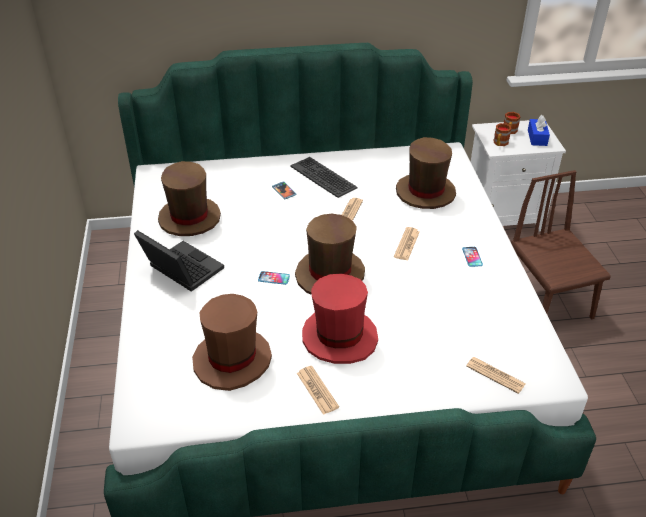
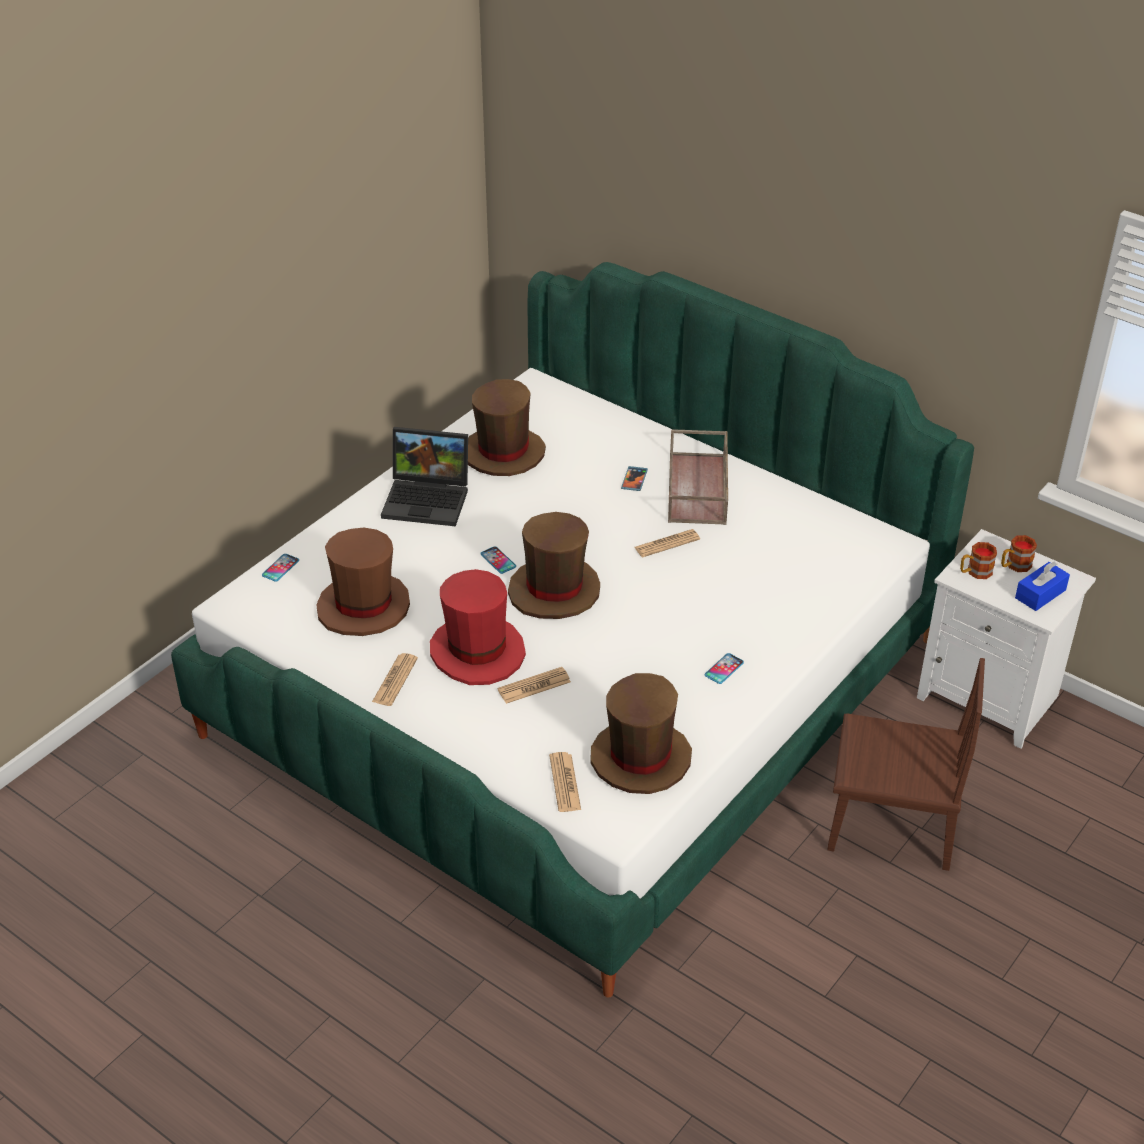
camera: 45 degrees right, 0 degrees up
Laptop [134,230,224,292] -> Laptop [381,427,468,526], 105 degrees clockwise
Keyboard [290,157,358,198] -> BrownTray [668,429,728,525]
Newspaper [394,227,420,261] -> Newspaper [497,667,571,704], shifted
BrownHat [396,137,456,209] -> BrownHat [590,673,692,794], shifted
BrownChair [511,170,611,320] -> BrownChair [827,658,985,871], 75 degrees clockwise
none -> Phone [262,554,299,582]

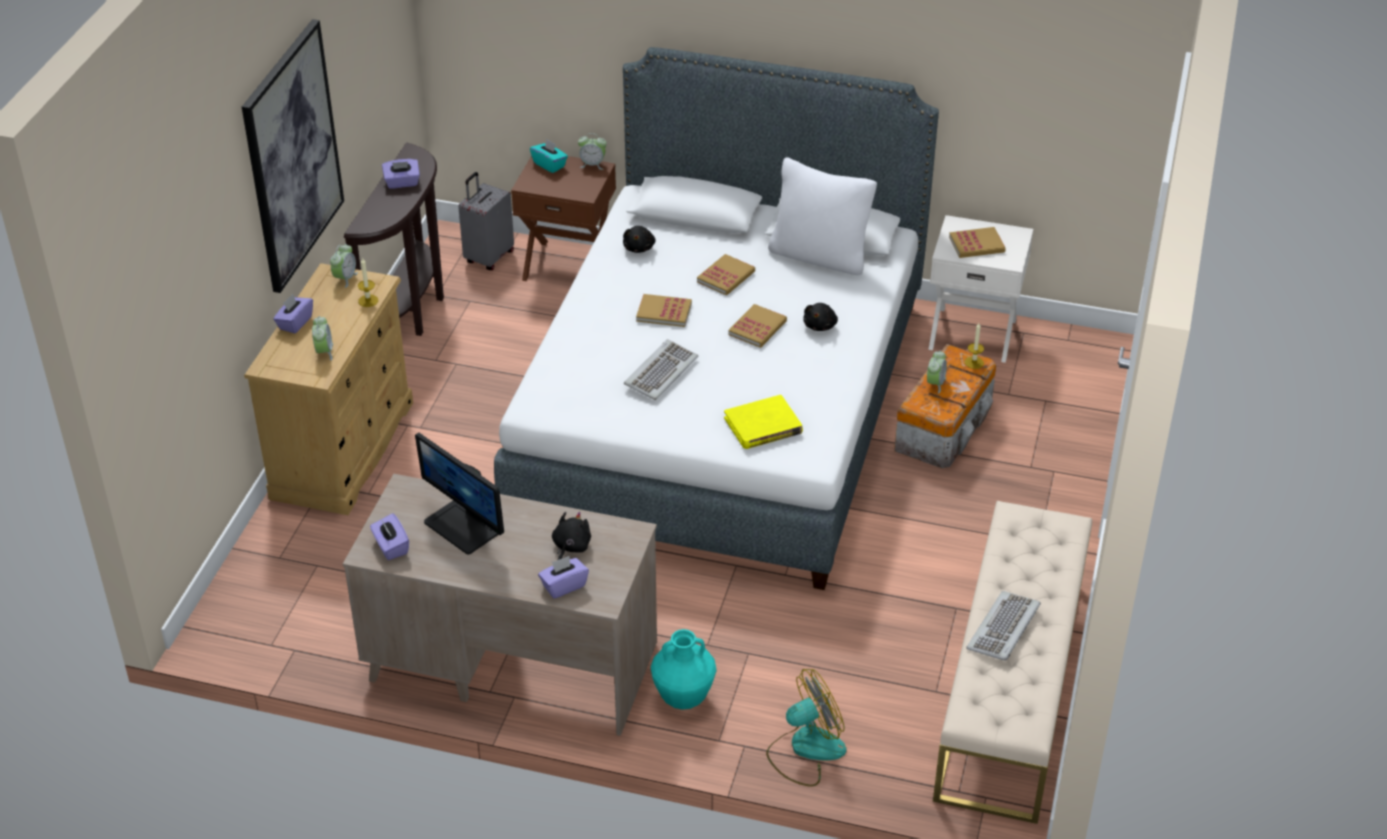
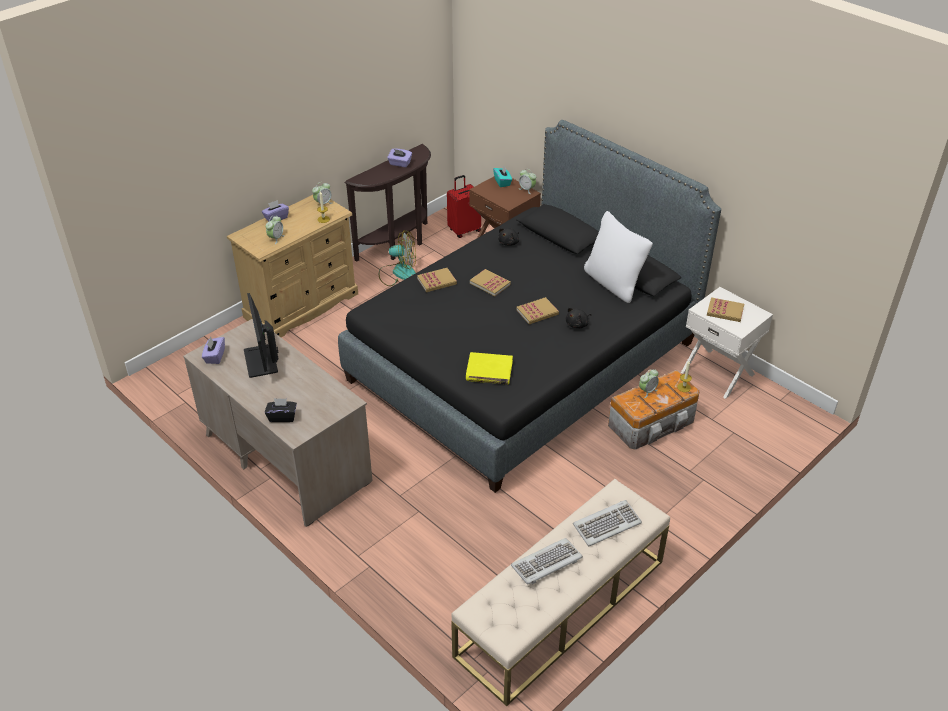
camera: 30 degrees right, 0 degrees up
Picture [242,19,344,293] -> none
GreySuitcase [458,172,514,270] -> RedSuitcase [447,175,481,238]
WhiteBed [494,47,939,590] -> BlackBed [338,120,721,493]
PurpleTissueBox [538,556,589,599] -> BlackTissueBox [265,398,297,422]
BlackPlushToy [552,512,591,560] -> none
Keyboard [624,339,698,400] -> Keyboard [573,500,642,546], shifted
TurquoiseVase [651,629,716,710] -> none
Book [697,254,755,295] -> Book [417,268,457,292], shifted
Fan [766,669,847,787] -> Fan [379,230,416,286], shifted

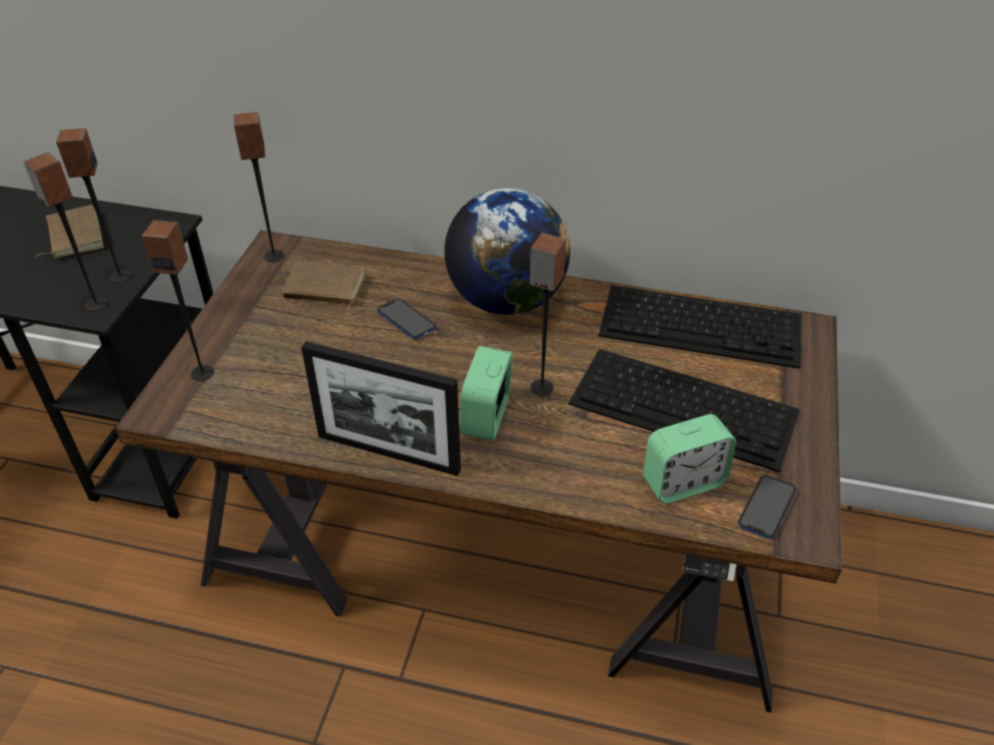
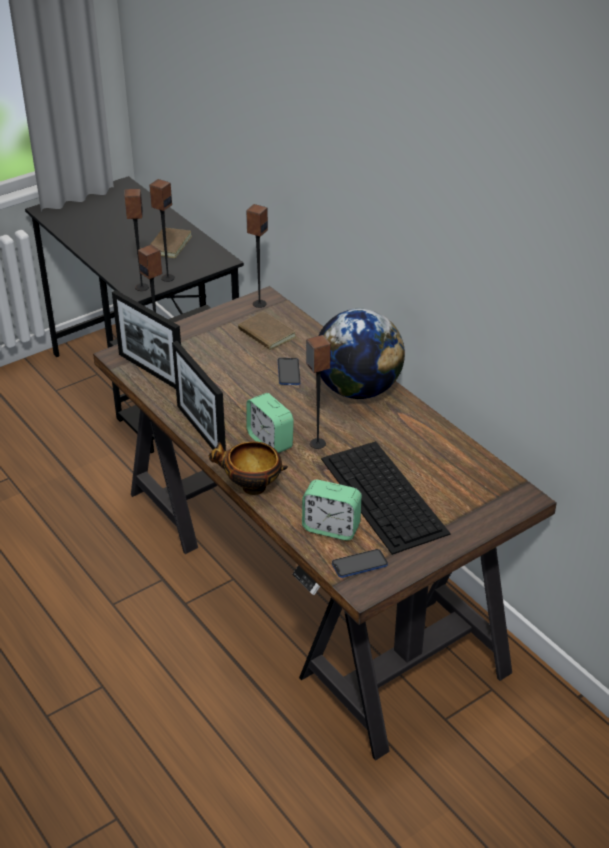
camera: 40 degrees right, 5 degrees down
AlarmClock [460,346,512,440] -> AlarmClock [246,393,294,453], 90 degrees counterclockwise
Keyboard [599,285,802,369] -> none
none -> PictureFrame [112,290,181,389]
none -> Bowl [208,441,288,495]

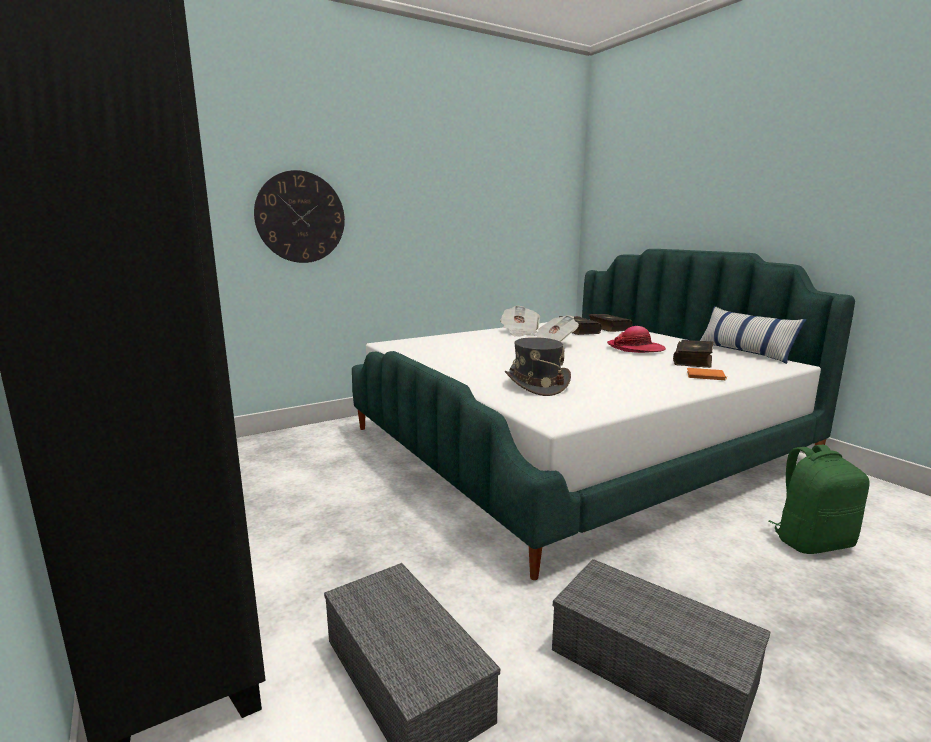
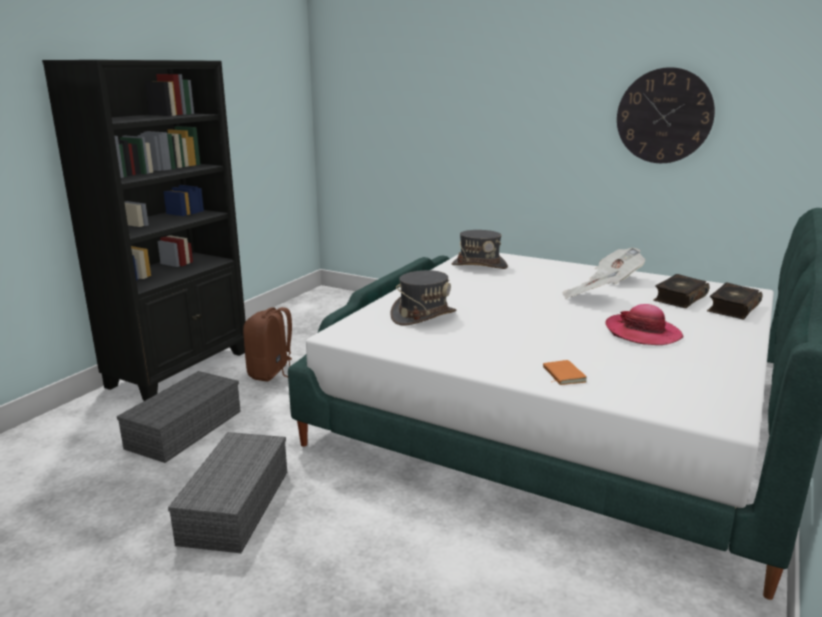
camera: 60 degrees right, 5 degrees up
WallClock [254,170,345,263] -> WallClock [617,67,715,163], shifted
Book [673,340,713,368] -> none
Pillow [699,306,806,364] -> none
GreenBackpack [768,445,870,554] -> none
none -> BrownBackpack [243,307,292,381]
none -> GreyHat [452,230,508,269]

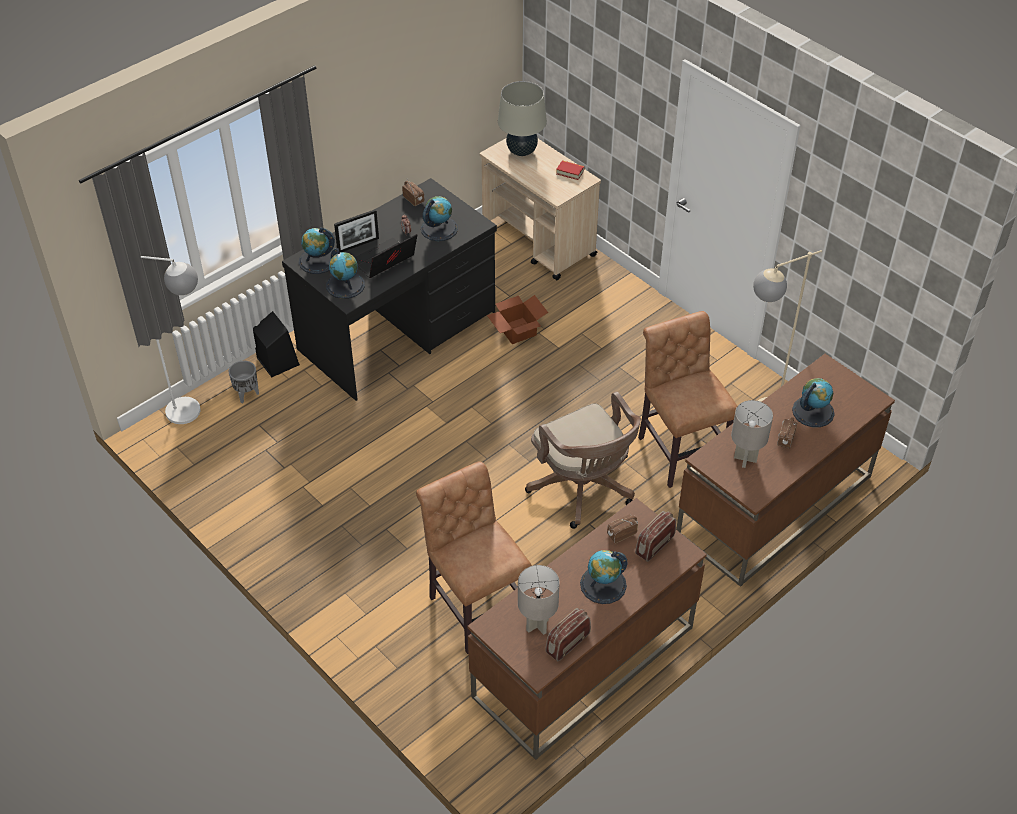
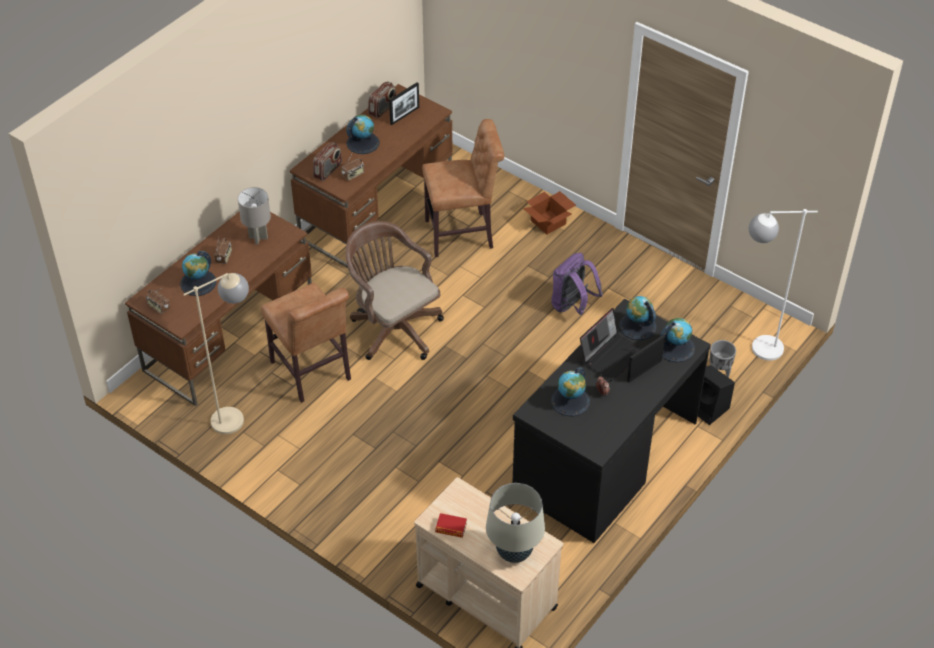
camera: 170 degrees right, 0 degrees up
Radio [402,179,425,206] -> Radio [146,289,170,314], shifted
BrownChair [416,461,532,654] -> BrownChair [422,119,504,257], 60 degrees counterclockwise
CardboardBox [487,295,548,344] -> CardboardBox [523,191,576,234], shifted
GreyTableLamp [518,565,560,635] -> PictureFrame [389,82,419,125]
none -> PurpleBackpack [551,253,603,315]

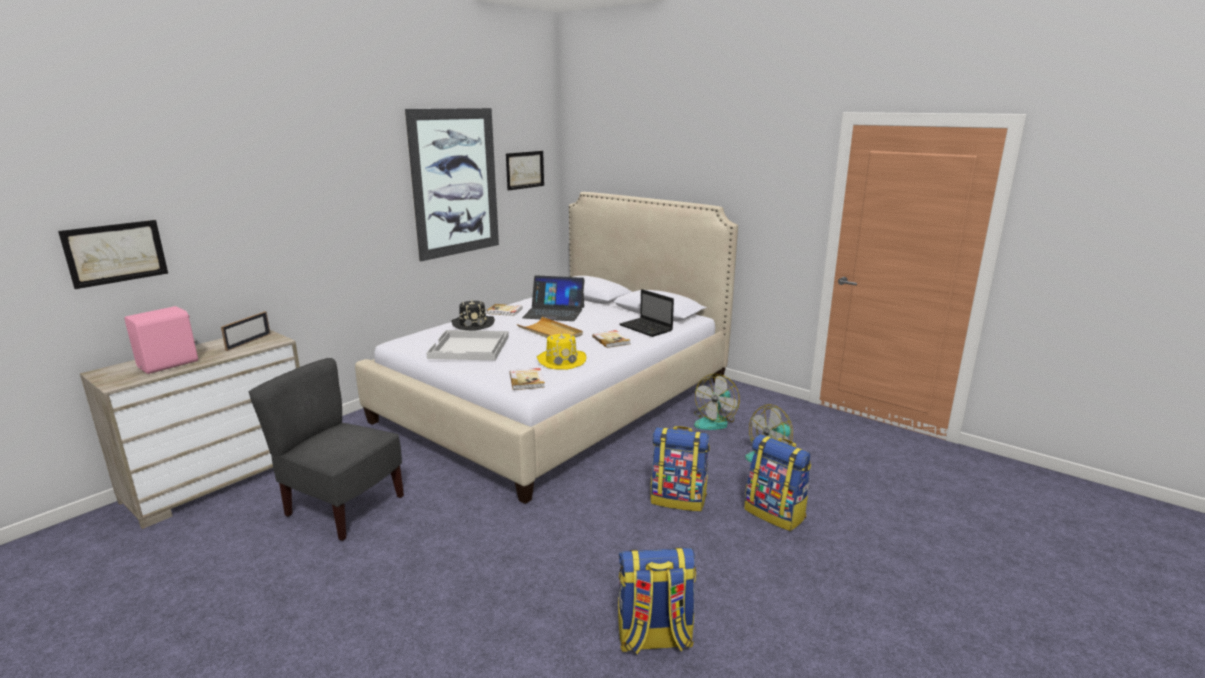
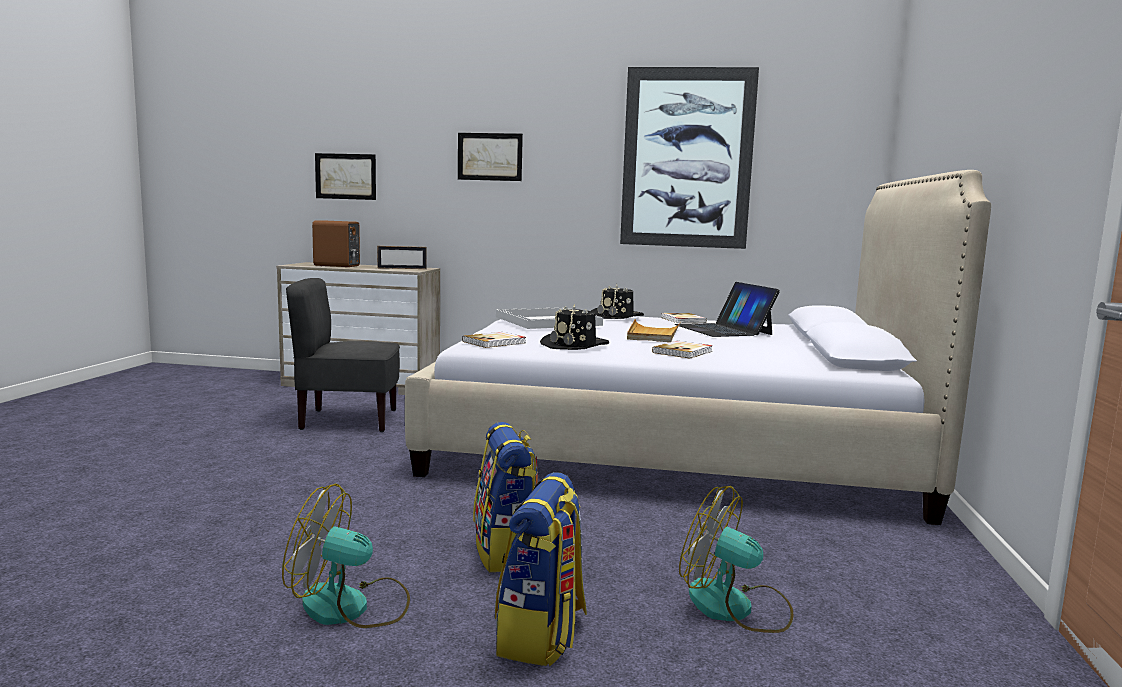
camera: 60 degrees right, 10 degrees down
PinkSpeaker [124,306,198,374] -> BrownSpeaker [312,221,360,267]
GreyChair [249,358,404,541] -> GreyChair [286,278,400,432], 90 degrees counterclockwise
Picture [506,151,544,191] -> Picture [458,133,523,181], shifted
YellowHat [537,333,586,370] -> BlackHat [540,304,609,350]
Backpack [618,547,696,654] -> none
Laptop [619,289,674,337] -> none
Fan [694,374,740,430] -> Fan [282,483,410,628], shifted

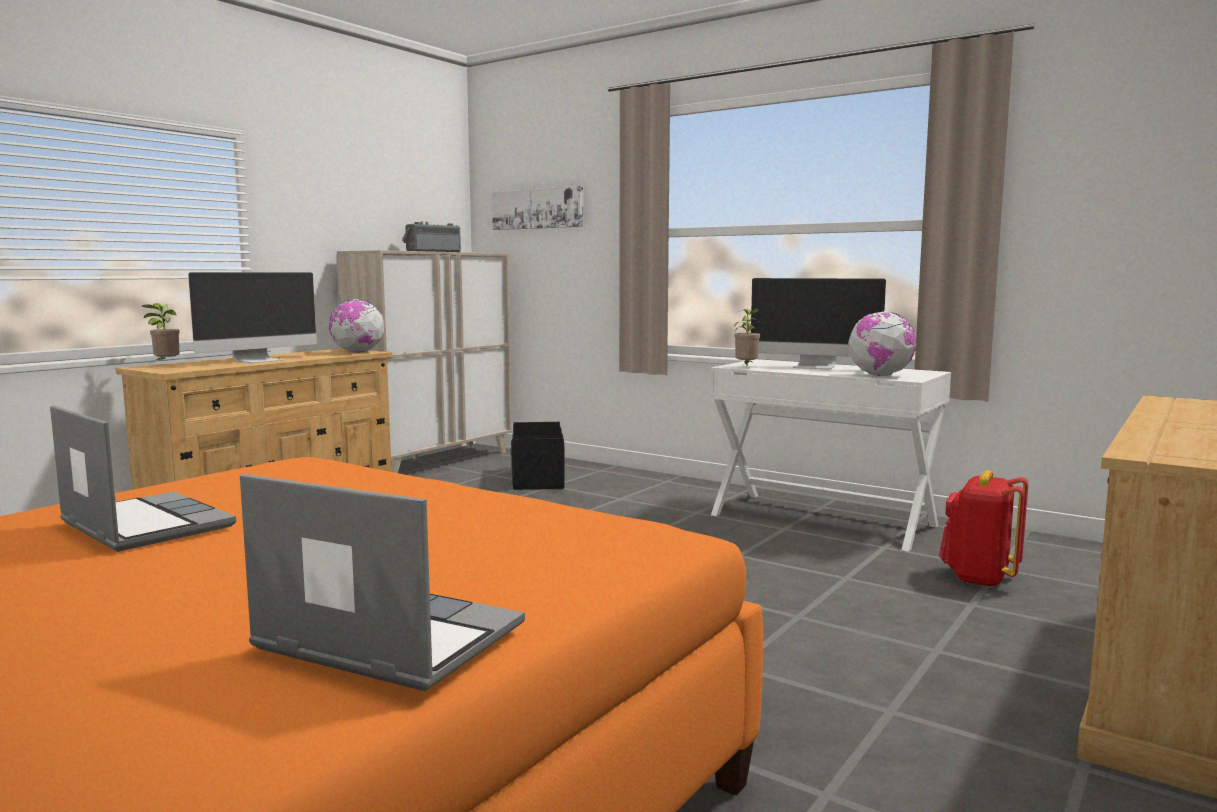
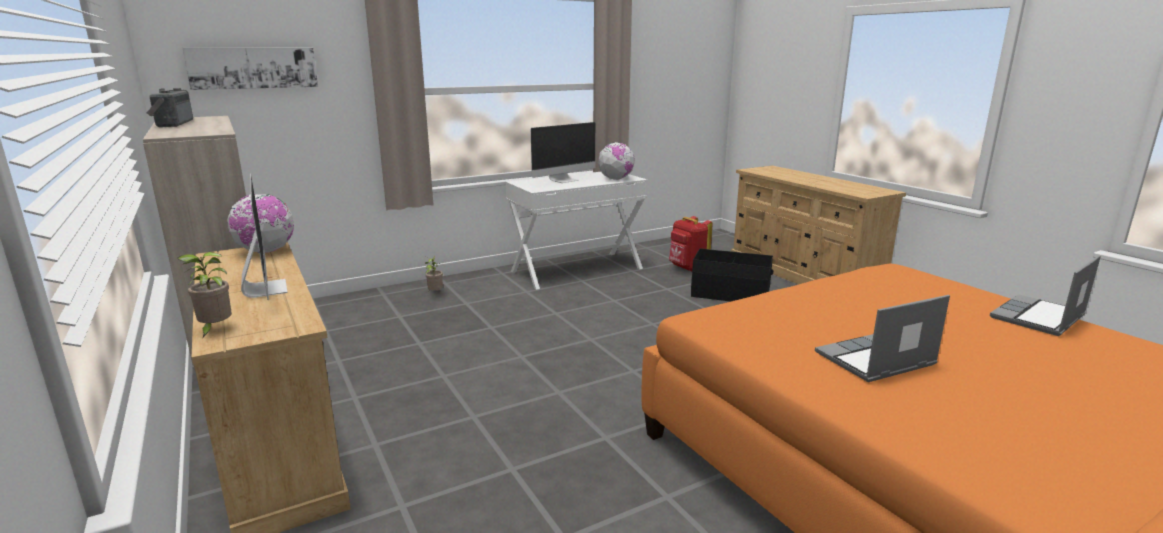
camera: 65 degrees left, 10 degrees up
BlackStorageBox [510,422,565,490] -> BlackStorageBox [691,248,773,302], shifted
PottedPlant [734,308,760,366] -> PottedPlant [425,255,443,291], shifted

